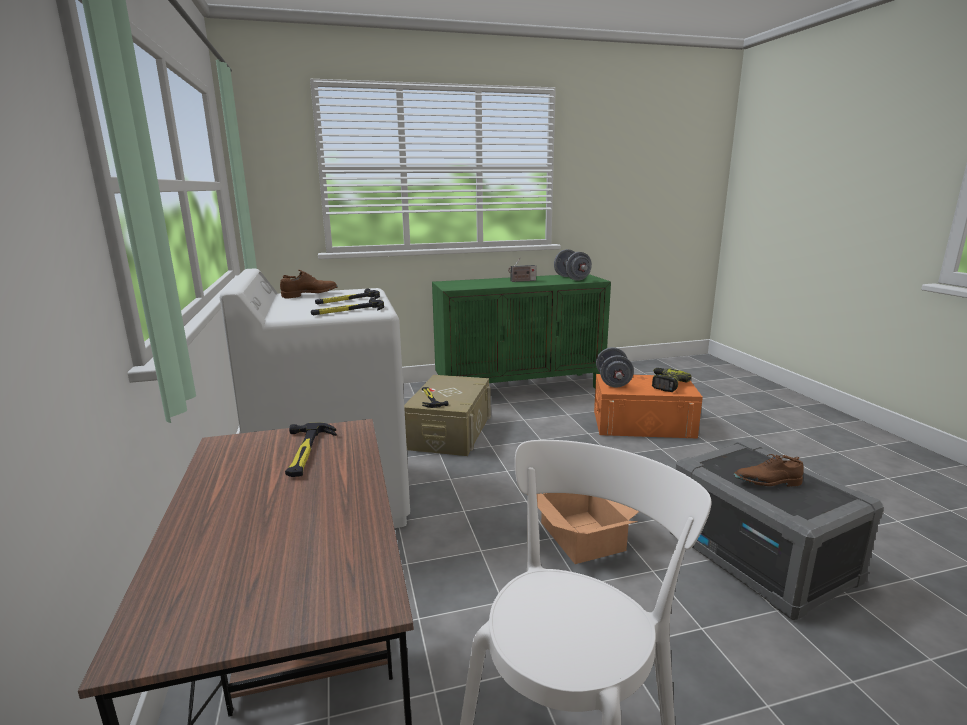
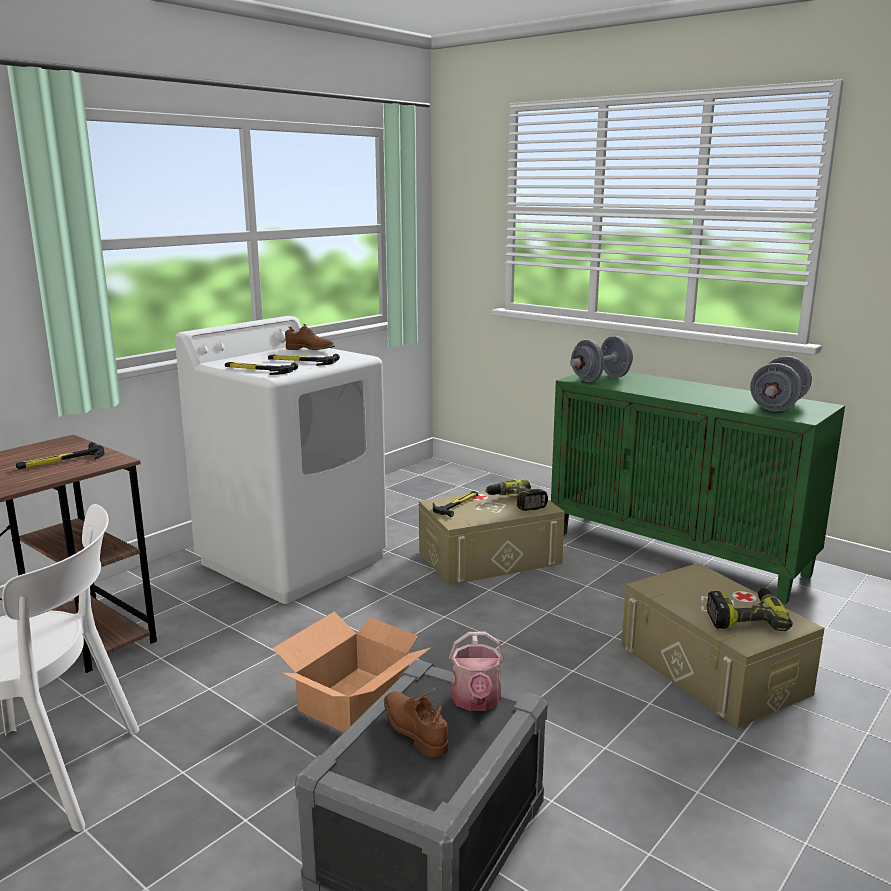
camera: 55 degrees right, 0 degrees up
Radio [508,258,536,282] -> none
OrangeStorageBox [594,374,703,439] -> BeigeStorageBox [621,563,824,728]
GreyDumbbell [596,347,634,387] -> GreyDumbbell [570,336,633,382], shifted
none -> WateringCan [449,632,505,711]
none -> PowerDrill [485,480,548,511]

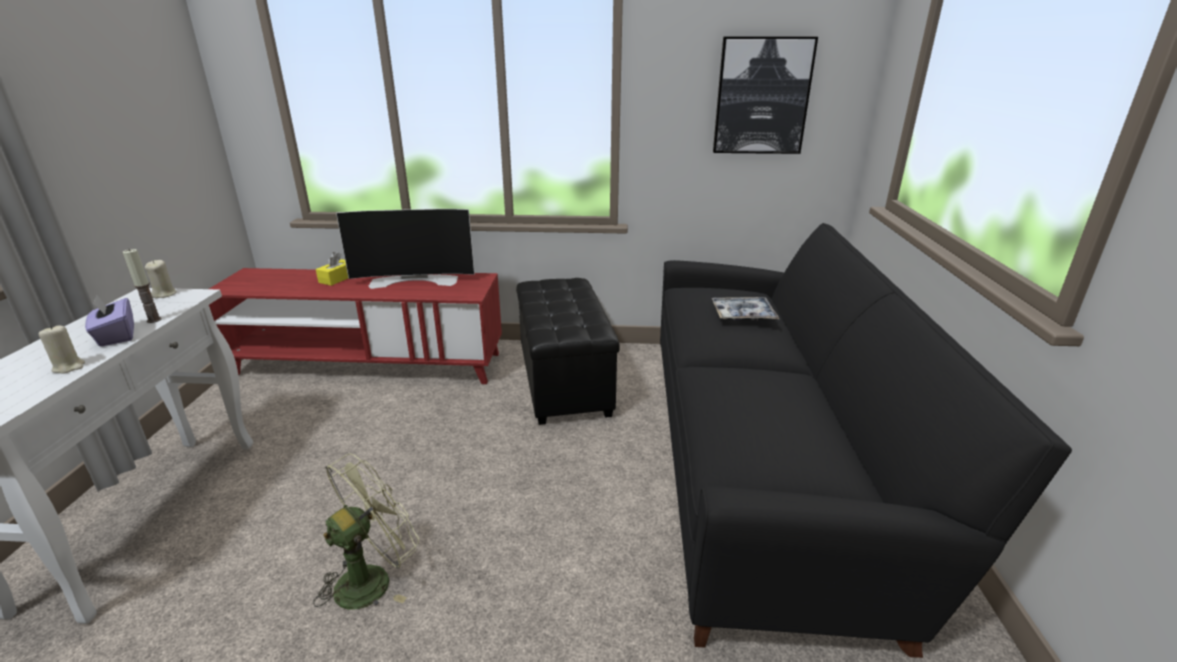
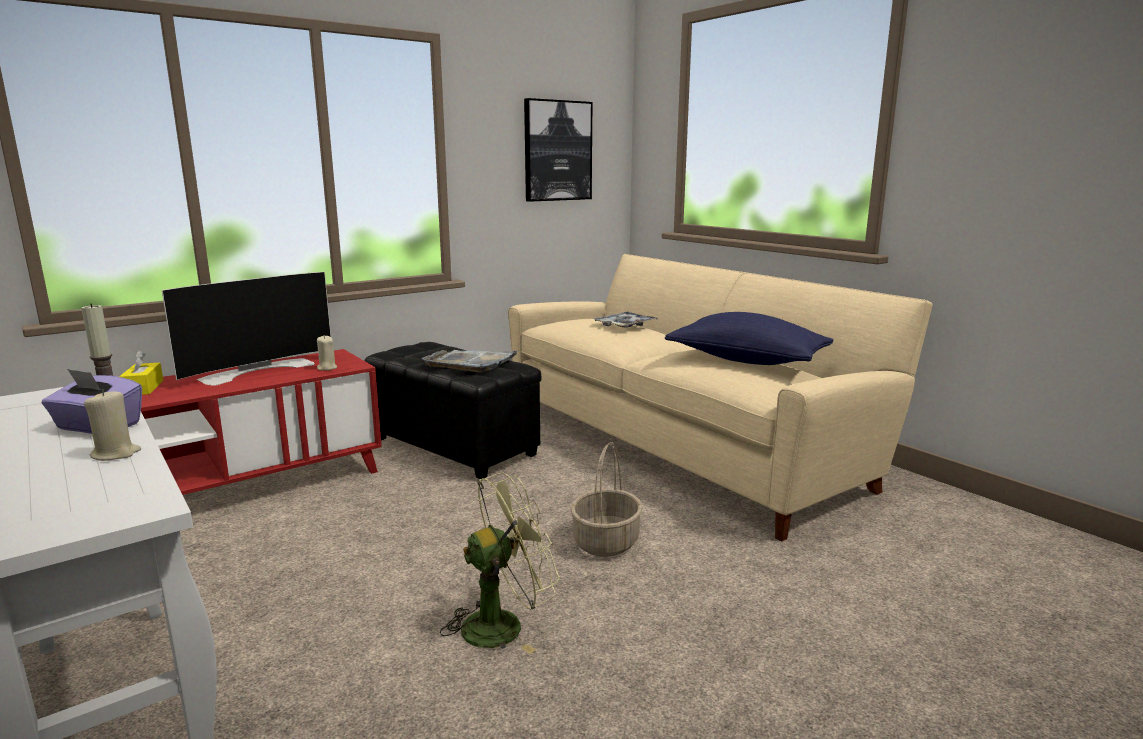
camera: 40 degrees left, 10 degrees down
BeigeCandle [145,260,177,298] -> BeigeCandle [317,335,337,371], shifted
GreenFan [313,454,419,610] -> GreenFan [440,473,560,654], 60 degrees clockwise
BlackSofa [660,223,1072,658] -> BeigeSofa [508,254,933,541]
none -> GreyTray [421,350,519,372]
none -> Basket [570,442,643,557]
none -> BluePillow [665,312,834,365]

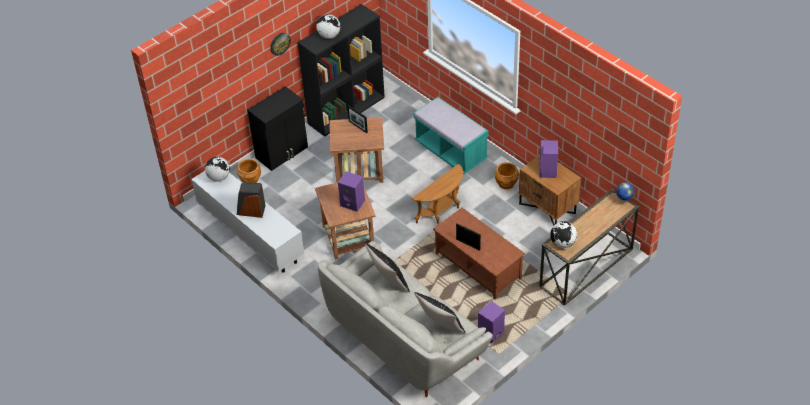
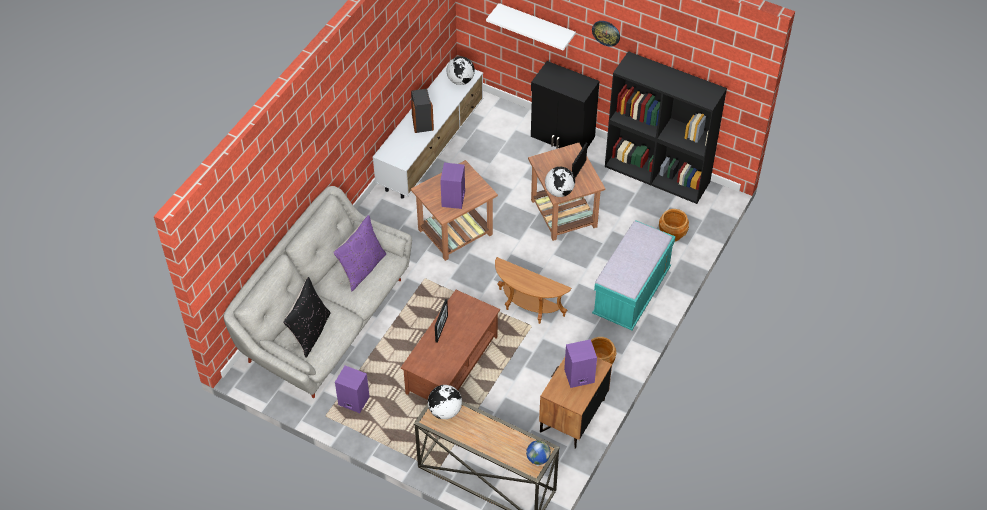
camera: 70 degrees right, 5 degrees up
BrownPlanter [237,159,261,183] -> BrownPlanter [659,209,689,241], shifted
Globe [316,14,341,39] -> Globe [545,167,575,197], shifted
BlackPillow [365,243,410,292] -> PurplePillow [333,215,386,291]
none -> WhiteShelf [486,3,576,51]

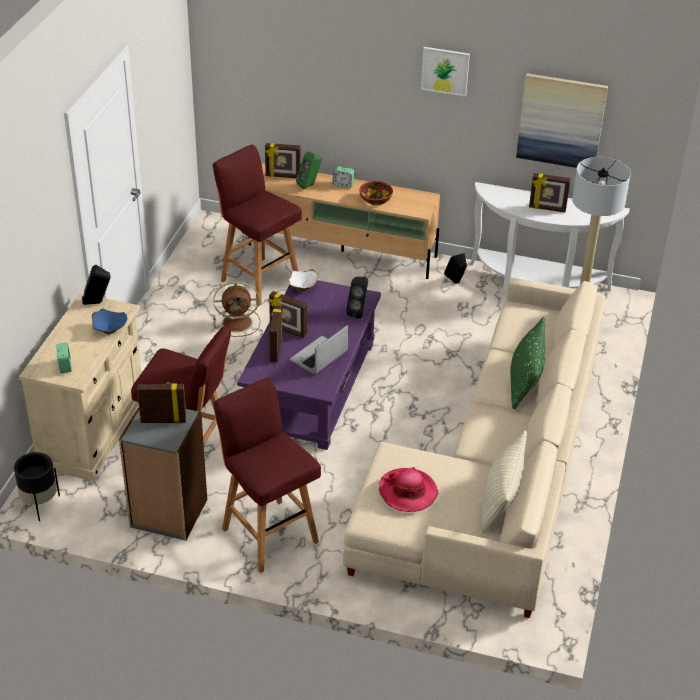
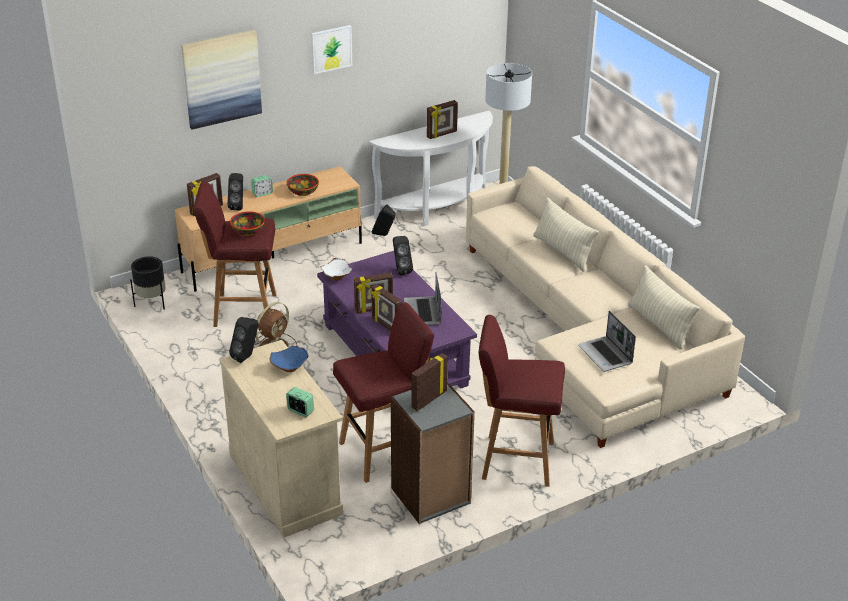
camera: 45 degrees left, 5 degrees down
BlackPlanter [14,452,60,521] -> BlackPlanter [130,256,166,309], shifted
GreenSpeaker [296,151,322,190] -> BlackSpeaker [227,173,243,211]
Hat [379,467,439,512] -> Laptop [578,311,636,372]
GreenPillow [510,317,545,409] -> BeigePillow [533,197,599,271]
Picture [516,73,608,168] -> Picture [181,30,262,130], shifted
none -> Bowl [230,211,265,236]

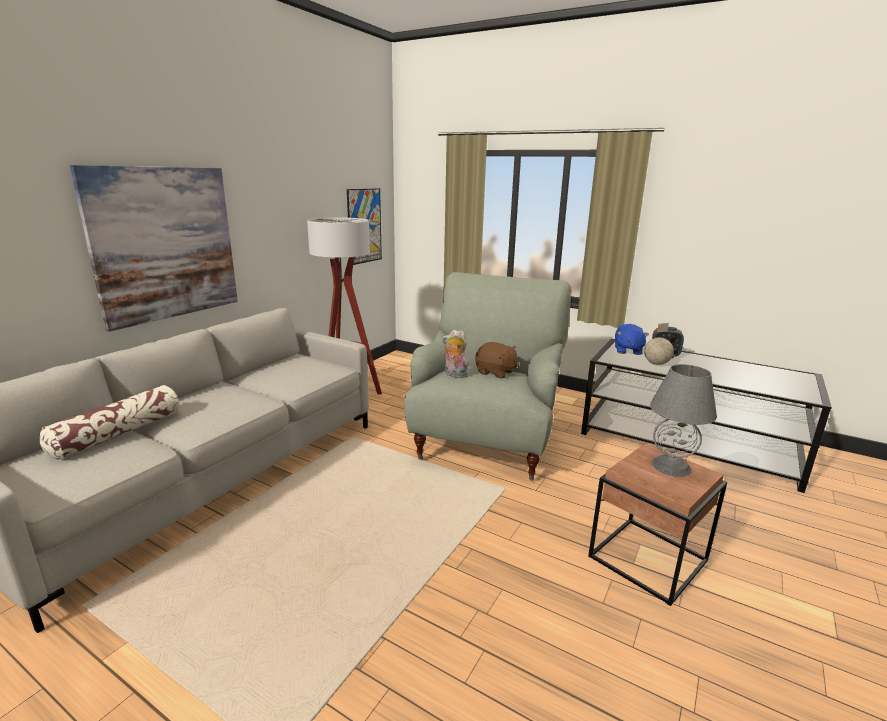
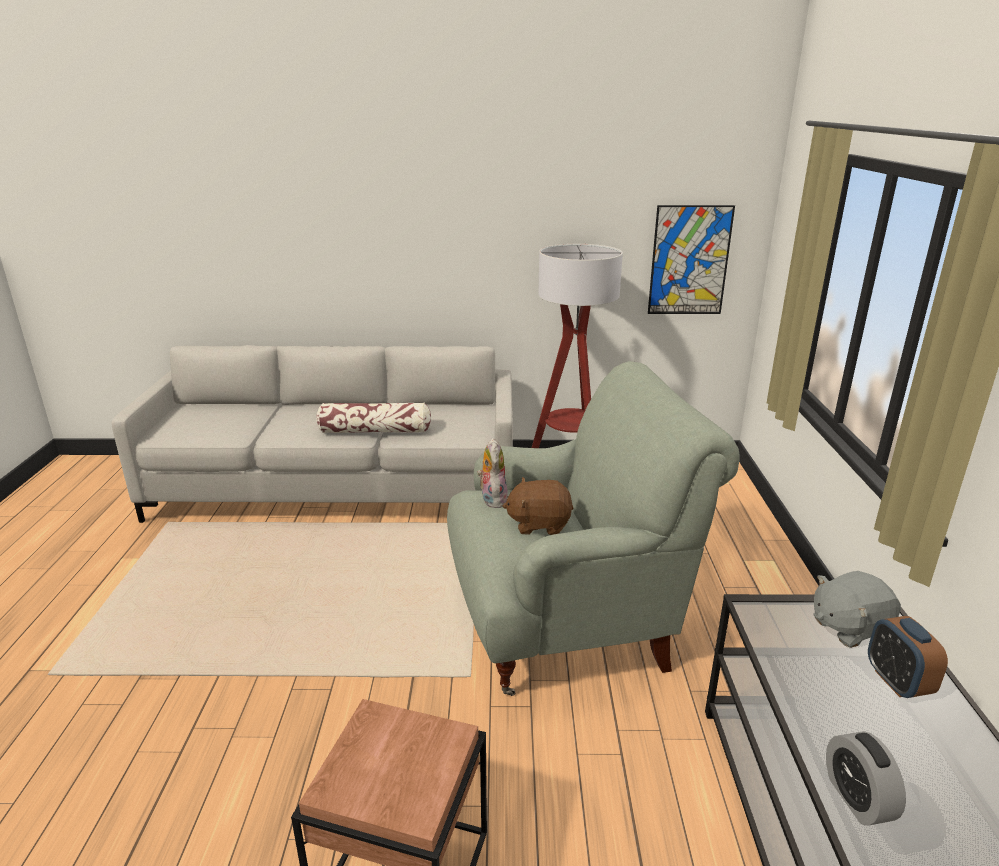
camera: 60 degrees right, 5 degrees up
Pillow [39,385,179,460] -> Pillow [316,403,431,433], shifted
Picture [70,165,238,332] -> none
BrownPlushToy [475,342,519,379] -> BrownPlushToy [503,477,574,535], 90 degrees clockwise
BluePlushToy [615,324,649,355] -> GreyPlushToy [813,571,901,648]
Globe [644,323,674,365] -> none
GreyTableLamp [650,364,717,477] -> none
none -> AlarmClock [826,731,906,825]

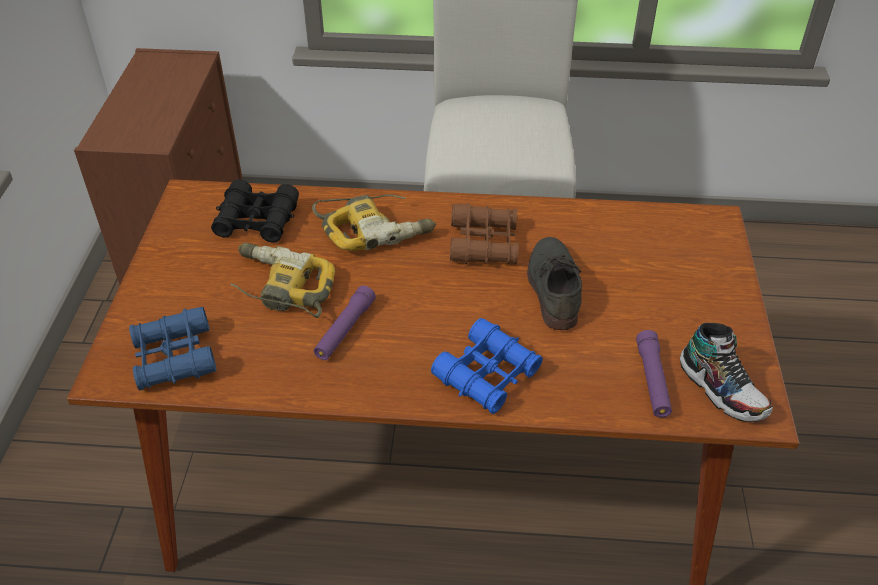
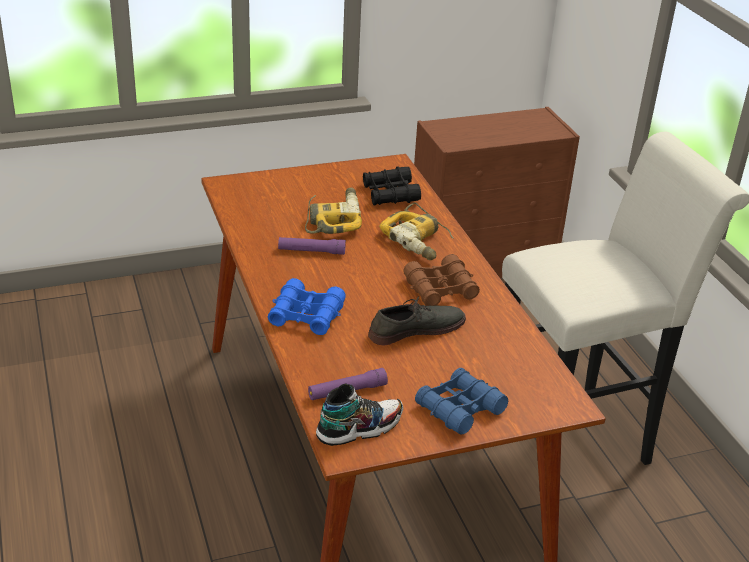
camera: 65 degrees right, 10 degrees down
BlueBinoculars [129,307,216,391] -> BlueBinoculars [415,368,508,434], shifted
Shoe [680,323,773,422] -> Shoe [316,384,403,446], 150 degrees counterclockwise

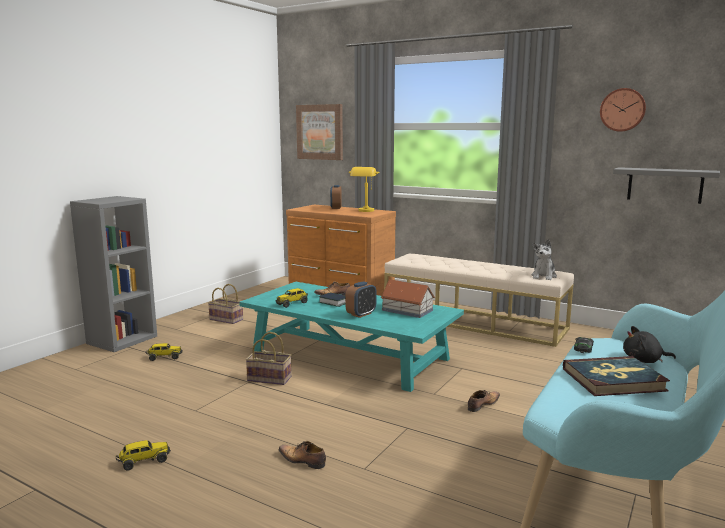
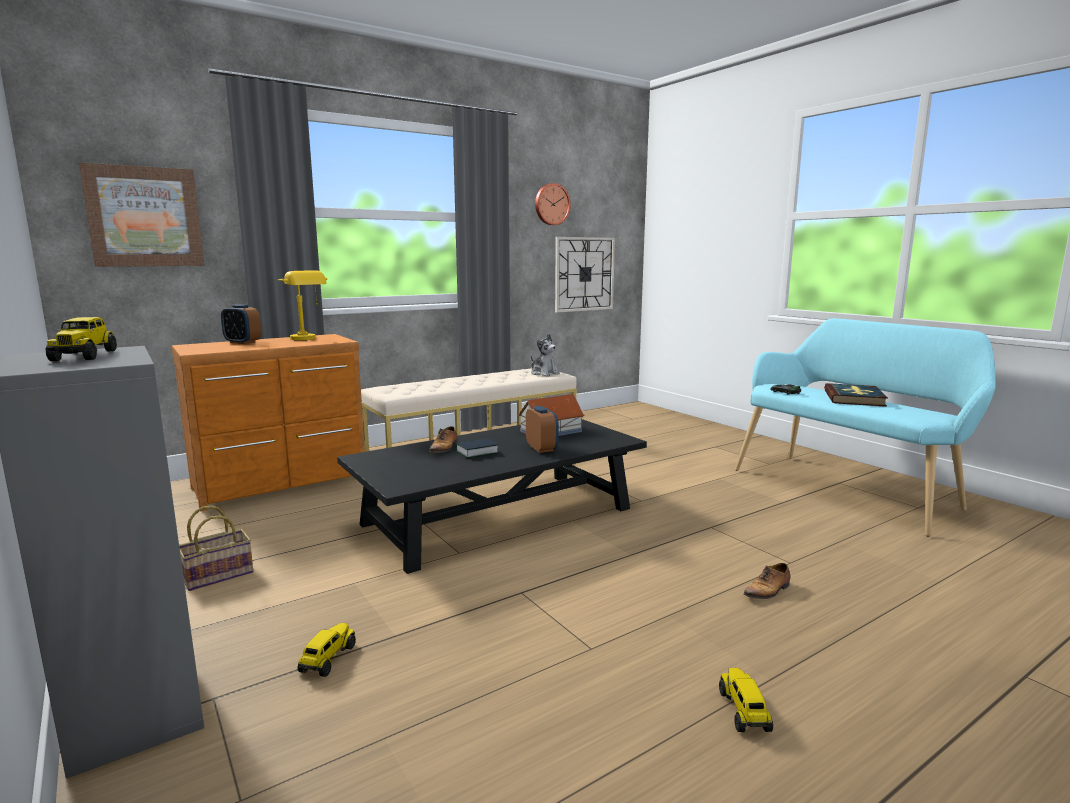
camera: 65 degrees left, 0 degrees up
TurquoiseCoffeeTable [239,282,464,392] -> BlackCoffeeTable [337,419,647,574]
Basket [245,332,292,385] -> none
ToyTruck [276,288,308,308] -> ToyTruck [46,317,117,361], shifted
Shoe [468,390,500,412] -> none
GreyShelf [613,167,720,204] -> WallClock [555,237,615,312]
BlackPlushToy [623,326,676,363] -> none

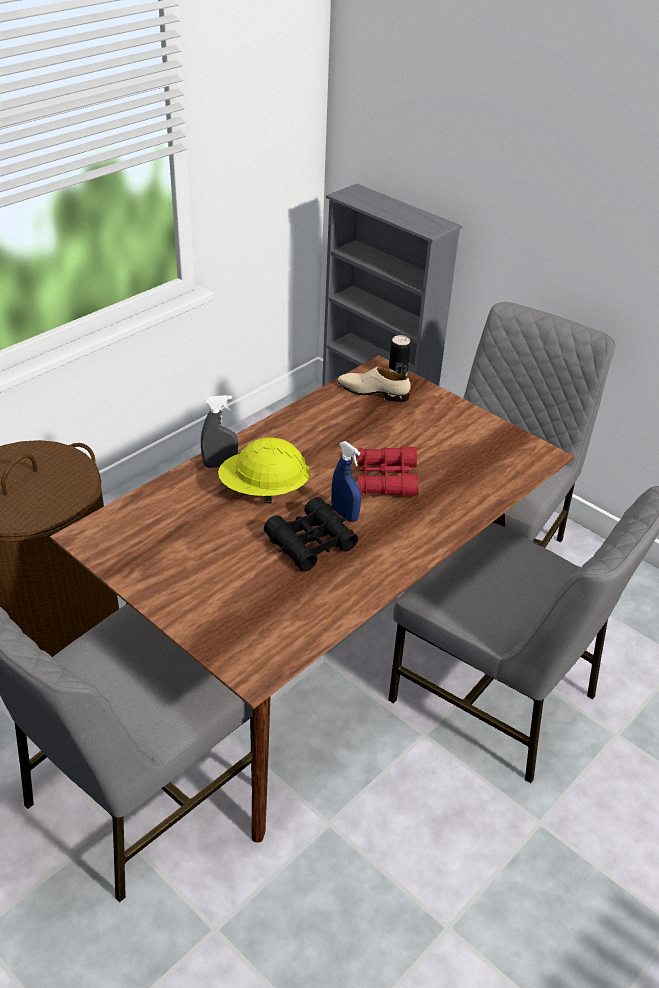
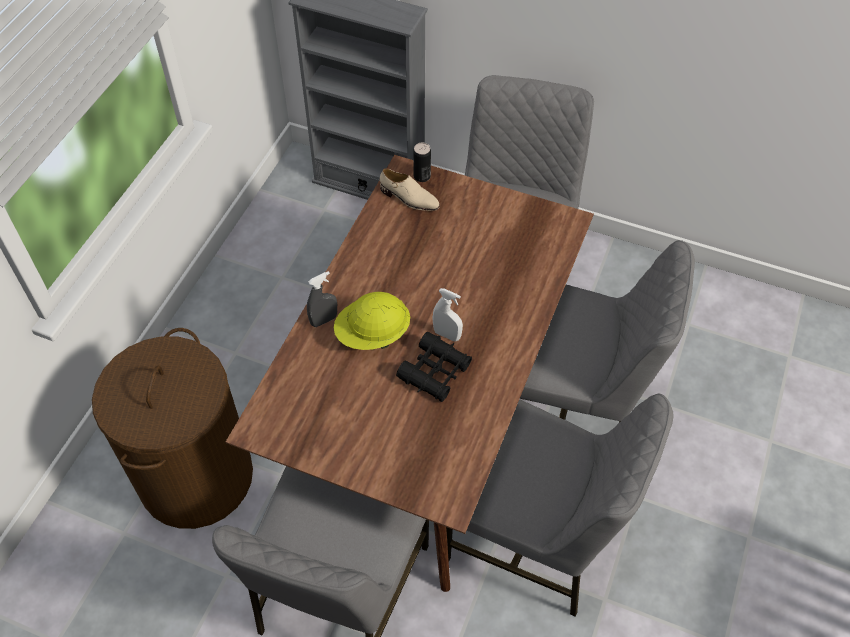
camera: 20 degrees left, 15 degrees up
BlueSprayBottle [331,441,361,522] -> WhiteSprayBottle [433,288,463,341]
BeigeShoe [337,367,411,402] -> BeigeShoe [380,168,440,211], 150 degrees counterclockwise
RedBinoculars [358,445,419,497] -> none
none -> GreyChair [446,394,673,617]

